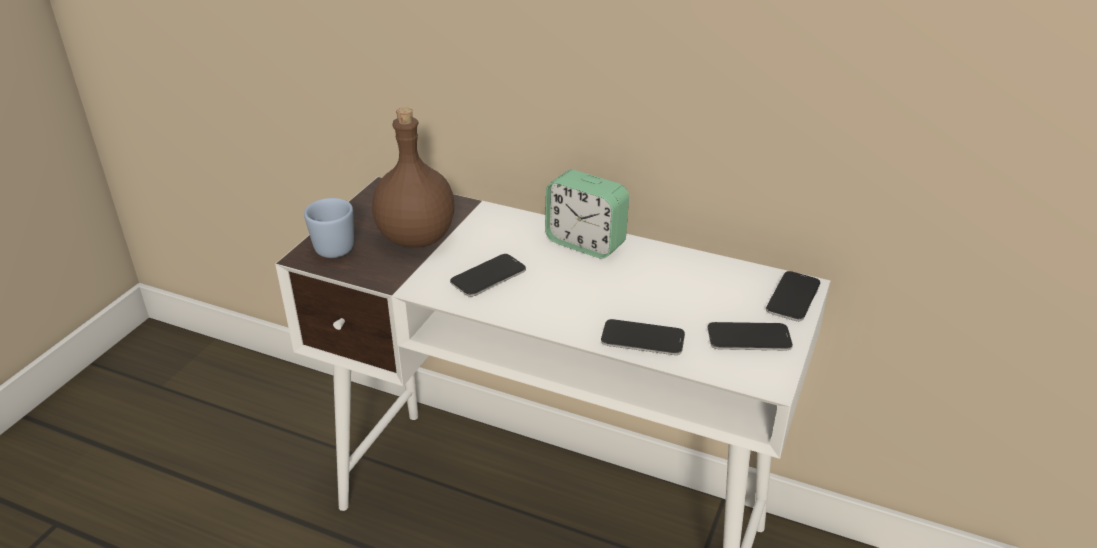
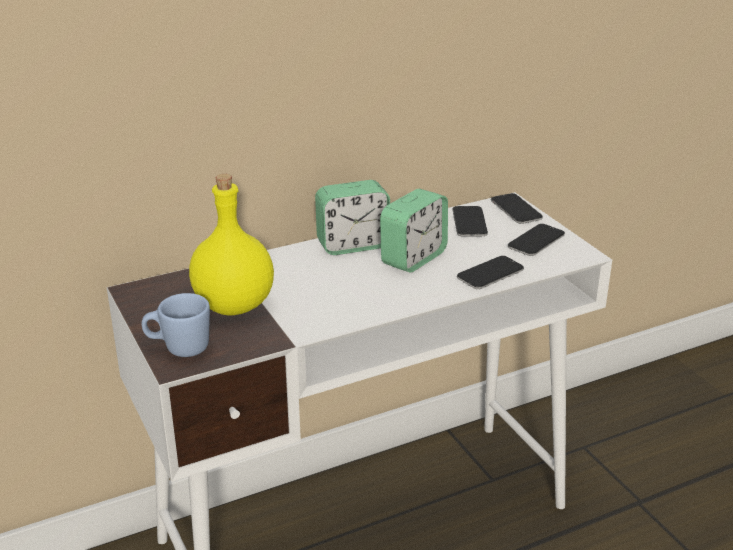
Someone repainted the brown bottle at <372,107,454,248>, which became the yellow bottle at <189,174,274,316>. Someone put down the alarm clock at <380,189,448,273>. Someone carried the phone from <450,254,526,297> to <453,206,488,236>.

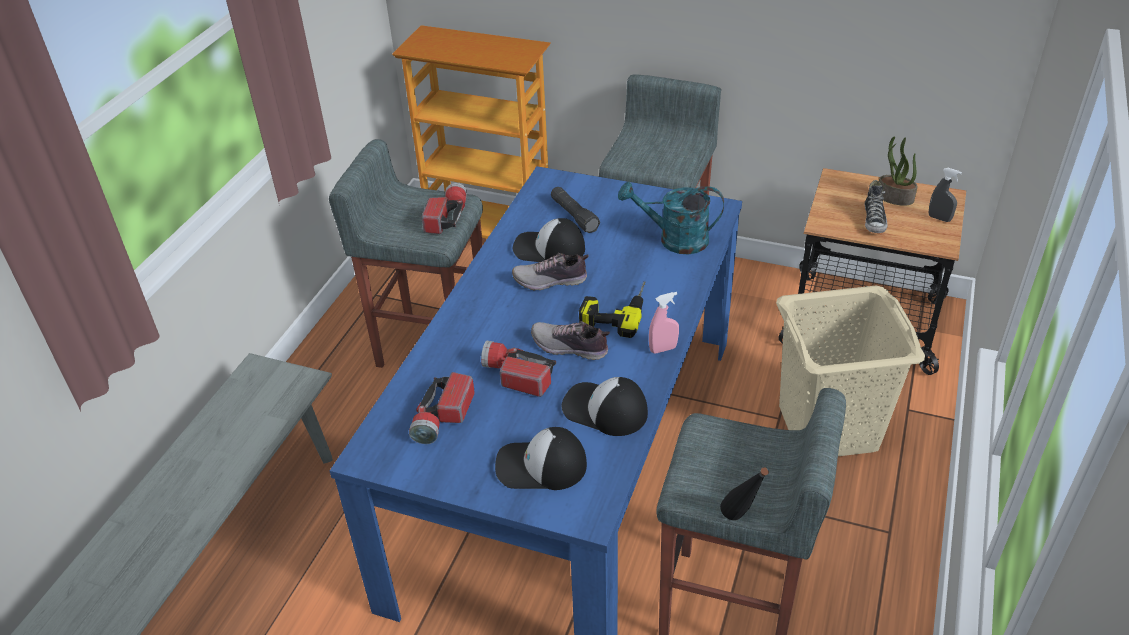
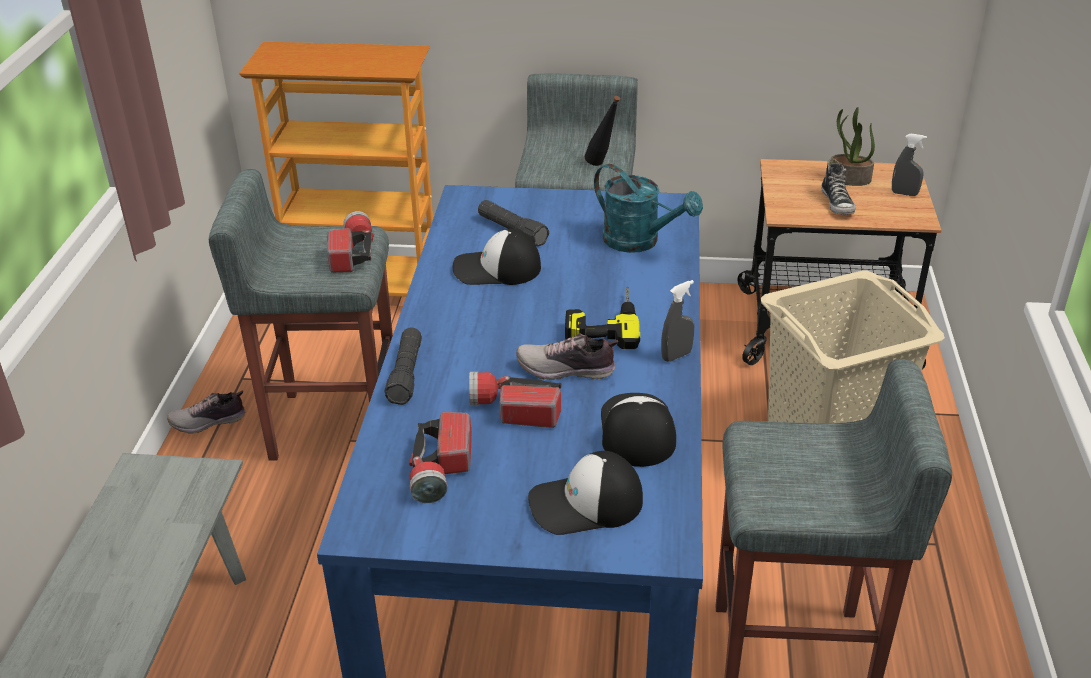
Someone carried the shoe from <512,253,589,291> to <167,391,245,434>. Someone put down the black flashlight at <385,327,422,405>. Someone carried the black bottle from <720,467,769,520> to <585,96,620,166>. Someone rotated the turquoise watering can at <618,182,724,254> by 135 degrees counterclockwise. Someone rotated the cap at <562,377,648,436> by 75 degrees clockwise. Someone repainted the pink spray bottle at <649,292,679,353>, which became the grey spray bottle at <661,280,694,362>.

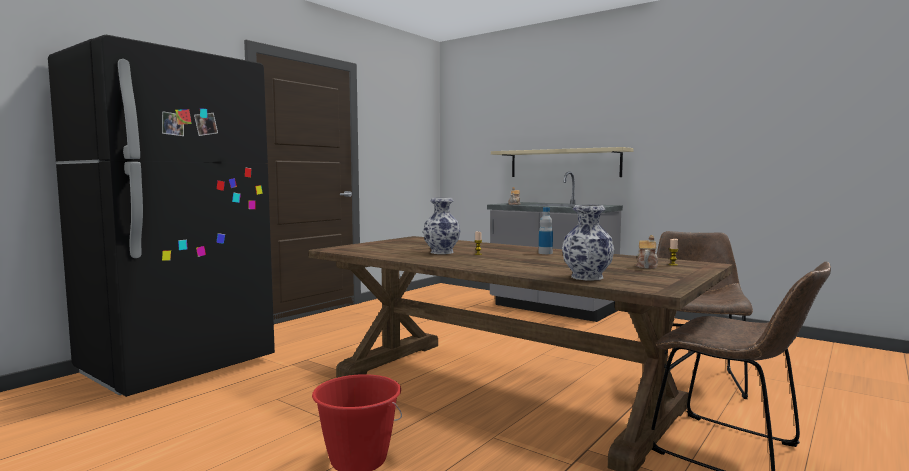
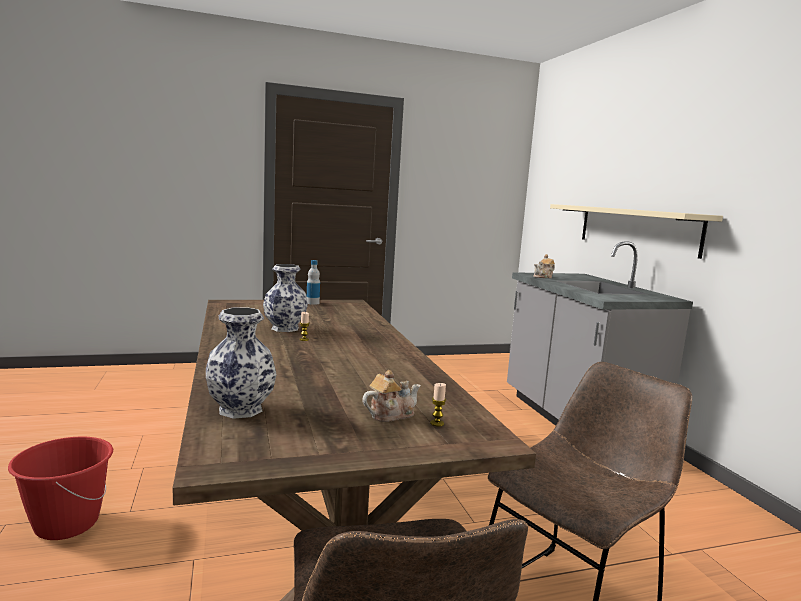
Someone carried the bottle from <539,207,553,254> to <307,260,320,305>. Someone took away the black fridge at <48,35,275,397>.

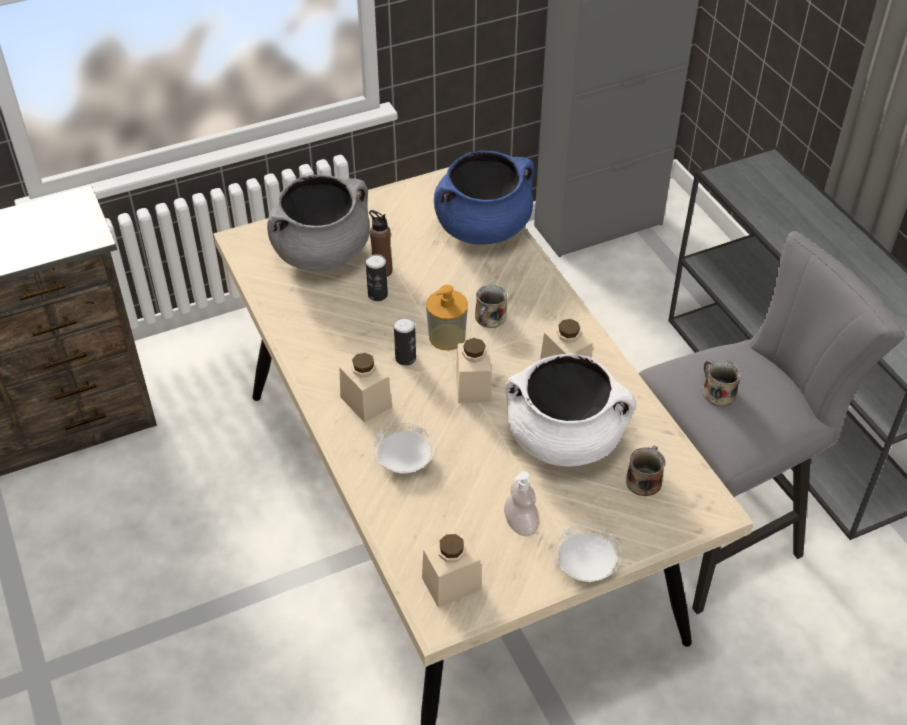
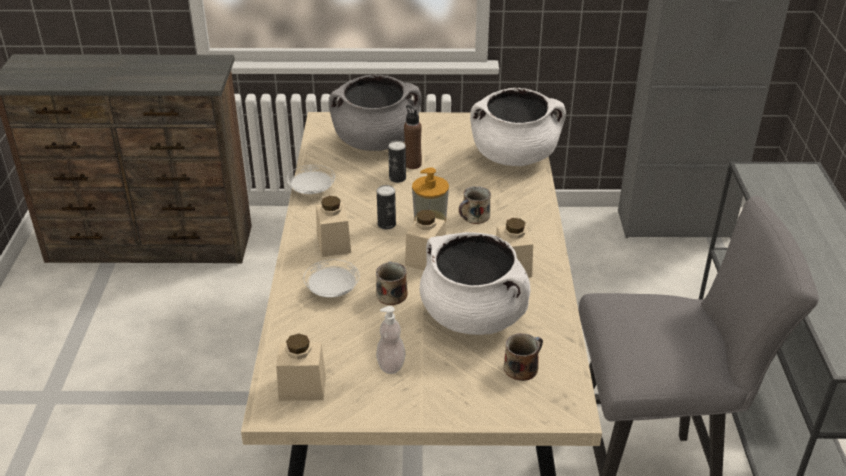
Someone carried the white plate from <553,524,622,582> to <287,165,335,194>. Someone carried the mug from <703,360,741,406> to <376,261,407,305>. Someone repainted the blue cooking pot at <434,150,535,245>, which became the white cooking pot at <470,88,566,166>.

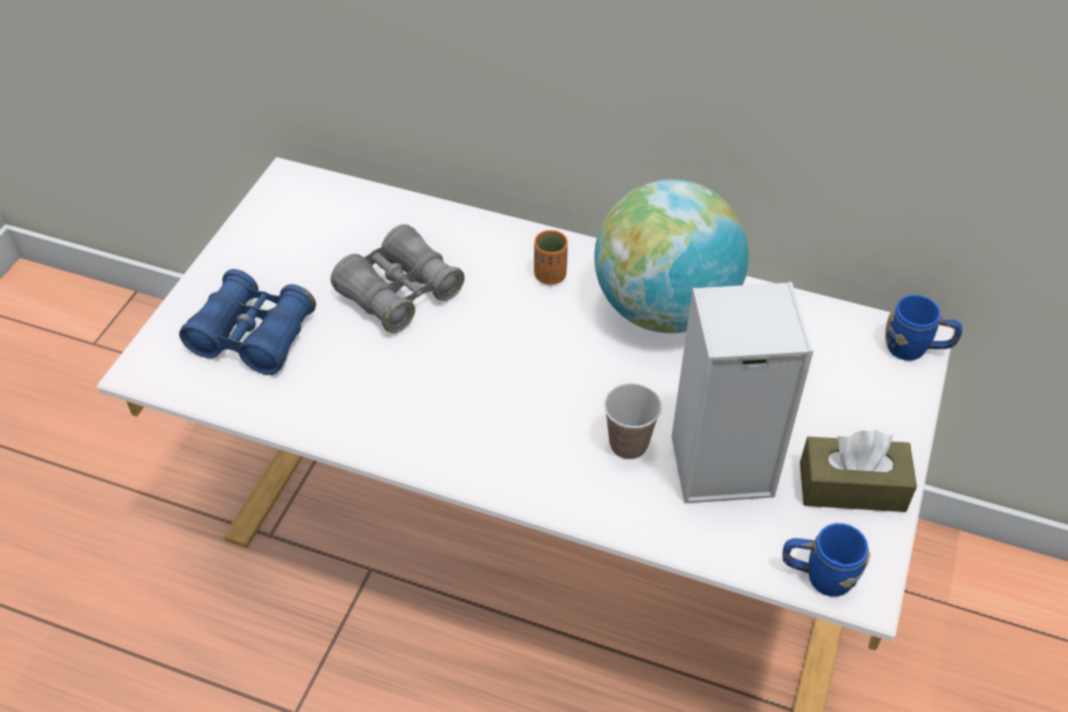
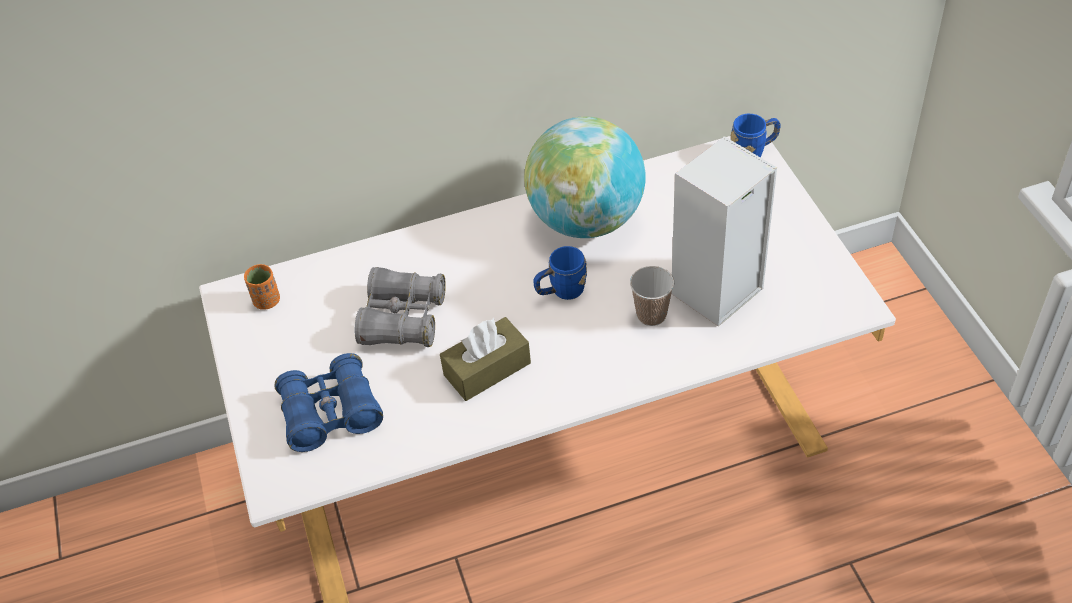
Someone carried the orange cup from <534,230,568,285> to <244,264,280,310>. Someone carried the brown tissue box from <800,430,917,512> to <440,317,531,401>. Someone carried the blue mug from <782,523,870,597> to <534,246,587,300>.

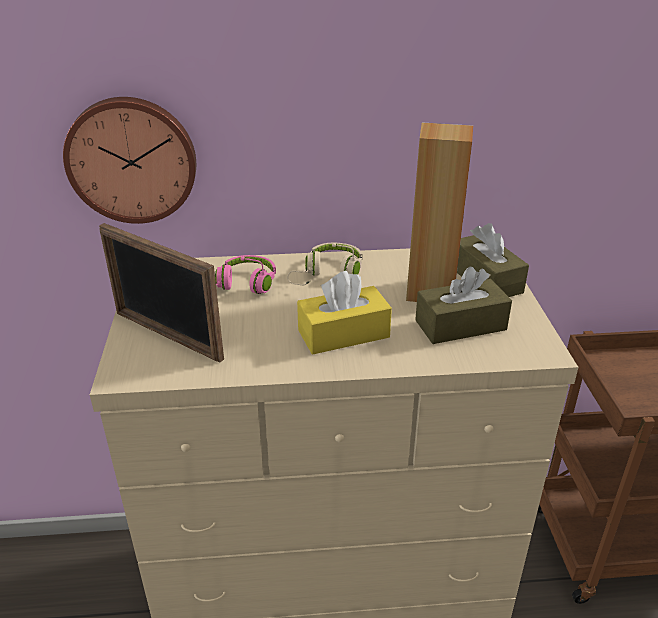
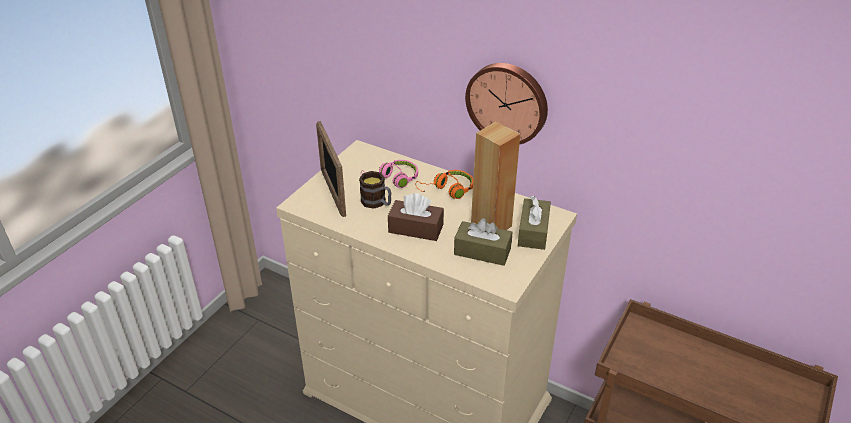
Someone put down the mug at <359,171,391,209>. Someone repainted the yellow tissue box at <297,271,392,355>, which became the brown tissue box at <388,193,444,241>. Someone repainted the beige headphones at <287,242,363,285>, which became the orange headphones at <415,170,473,199>. Someone carried the wall clock from <63,97,196,224> to <465,63,548,145>.

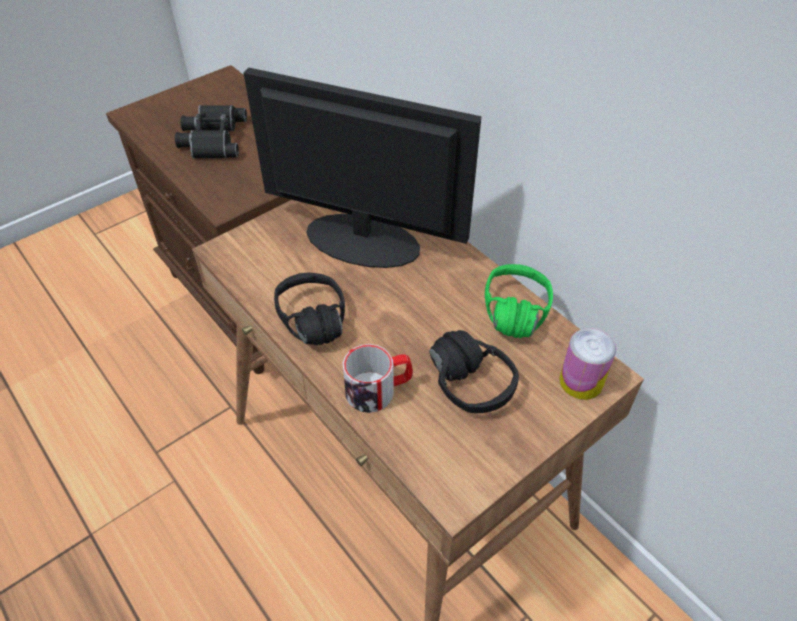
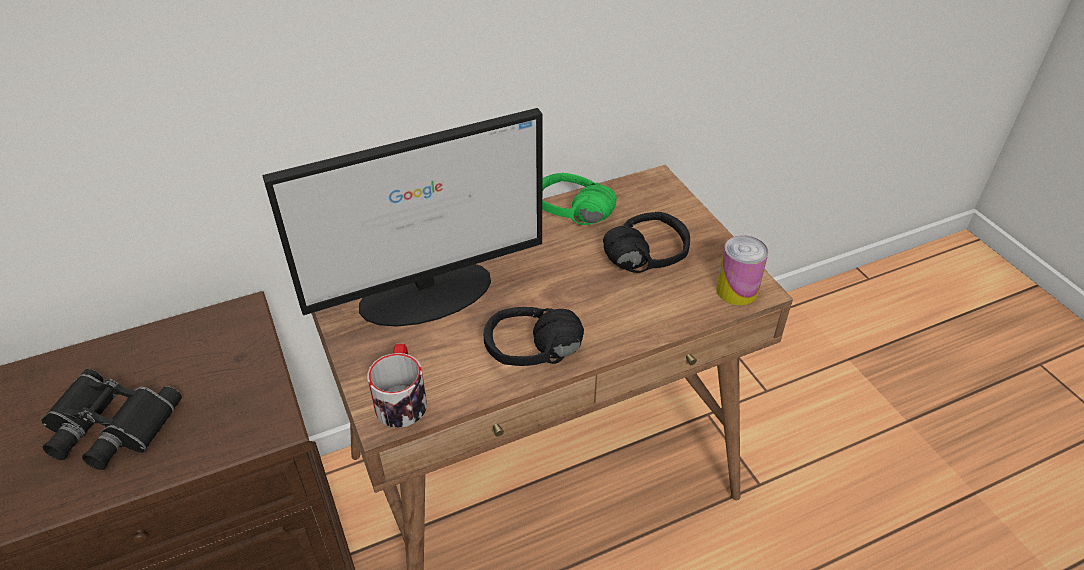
Someone rotated the monitor at <243,67,481,268> by 150 degrees counterclockwise. Someone carried the mug from <343,344,413,413> to <367,343,427,428>. Someone carried the can from <559,328,616,400> to <716,235,768,306>.

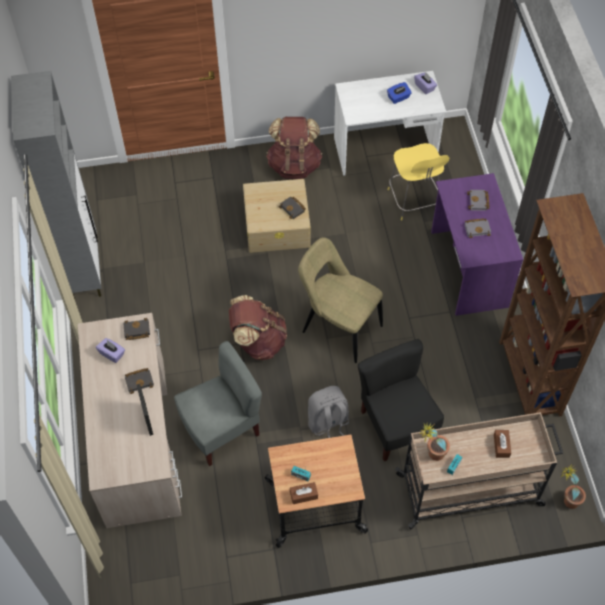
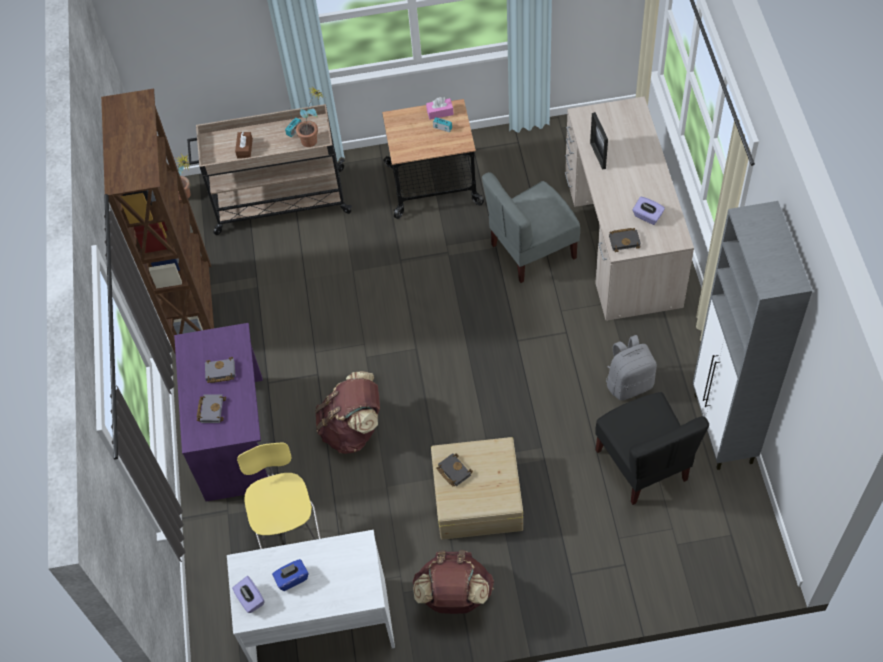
Someone carried the brown backpack from <229,295,287,360> to <315,371,380,454>. Someone repainted the brown tissue box at <290,482,318,504>, which became the pink tissue box at <426,97,454,120>. Someone carried the black chair from <358,339,444,461> to <595,392,709,505>. Someone carried the grey backpack from <308,386,349,438> to <606,335,657,400>. Someone took away the black book at <125,368,154,394>. Someone took away the beige chair at <298,237,383,363>.

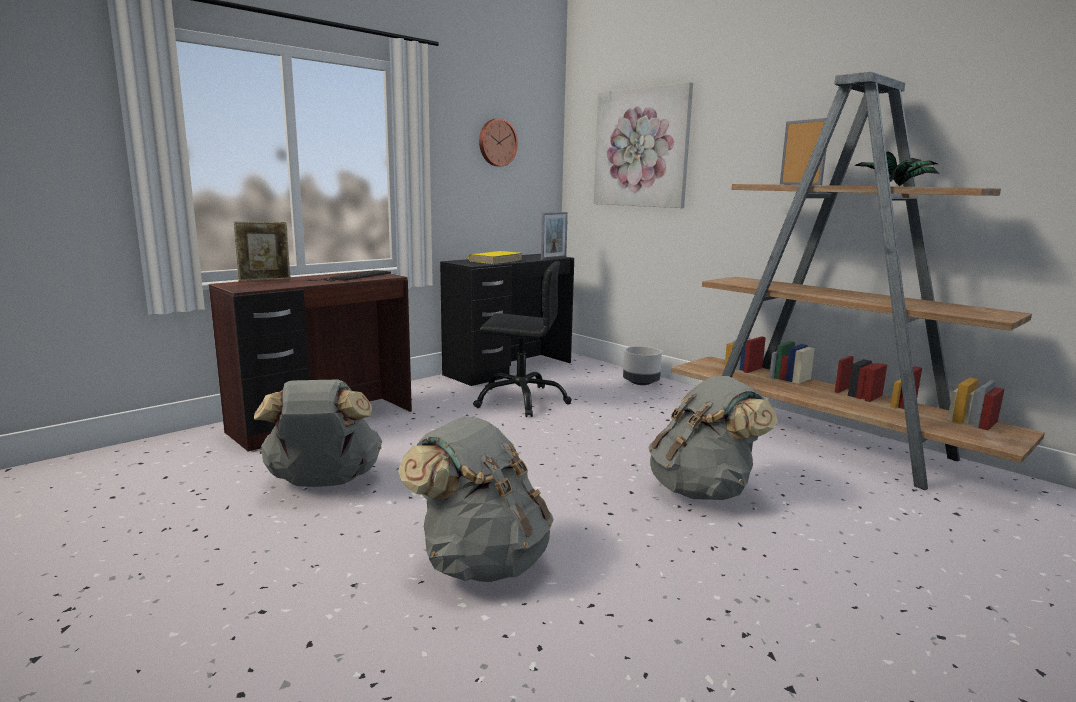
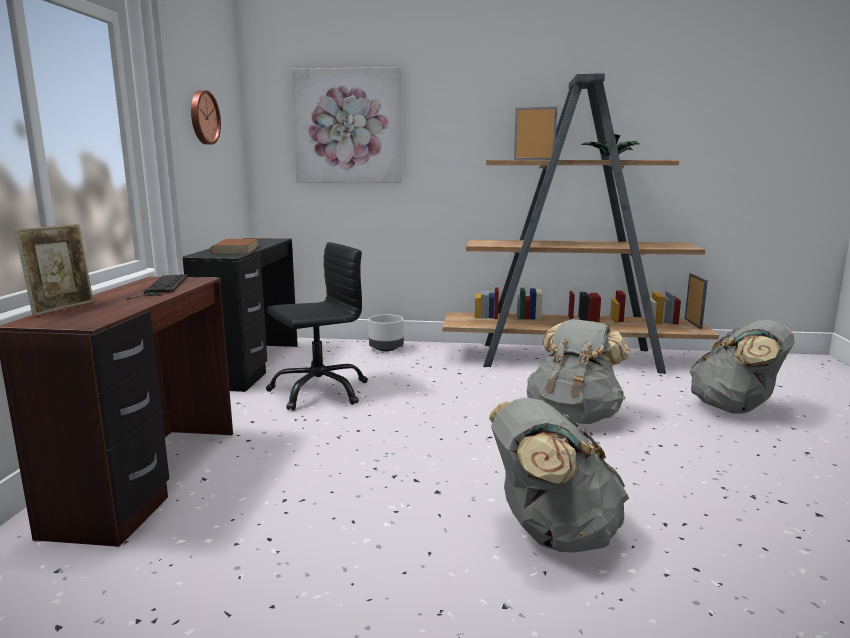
Someone repainted the yellow book at <468,251,522,264>, which became the brown book at <210,239,259,254>. Someone carried the picture frame from <541,212,568,260> to <685,273,708,329>. Someone carried the grey backpack from <254,380,382,487> to <690,320,795,414>.

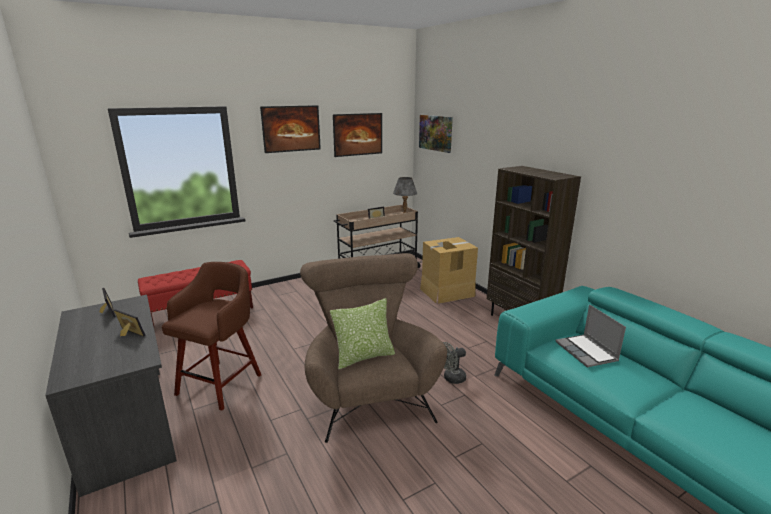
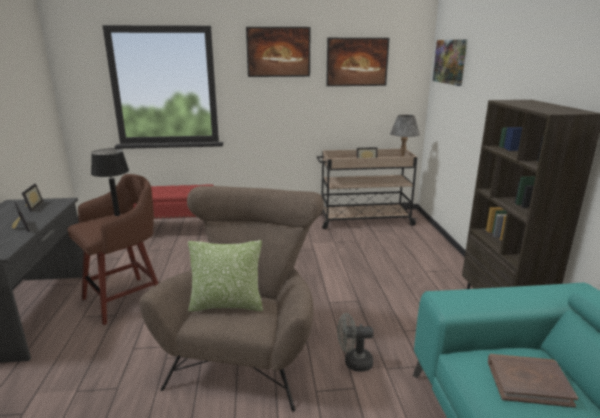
Someone put down the black table lamp at <91,148,129,216>. Someone swapped the laptop at <555,304,626,367> for the brown book at <488,354,578,408>. Someone took away the cardboard box at <420,237,478,304>.

